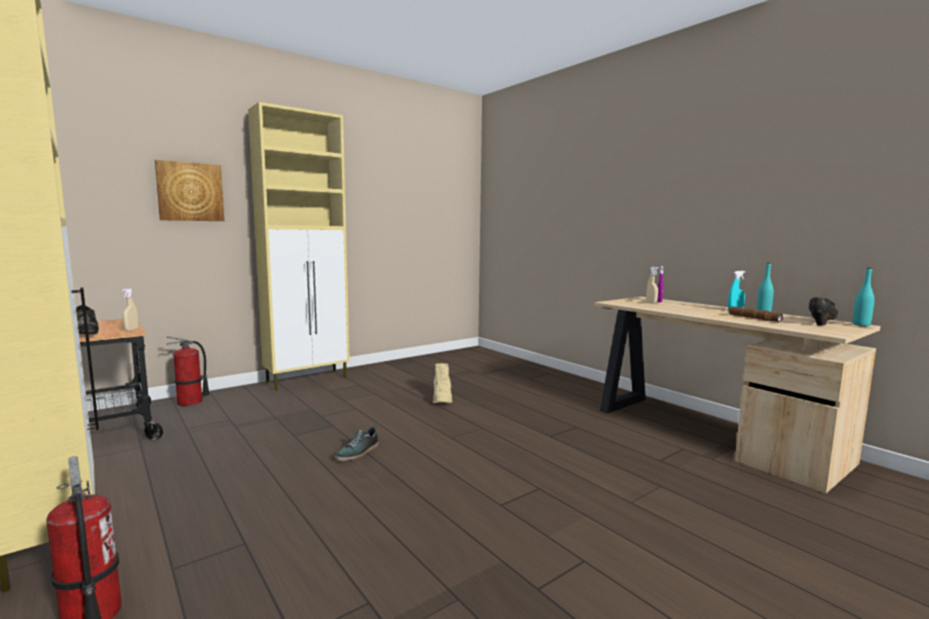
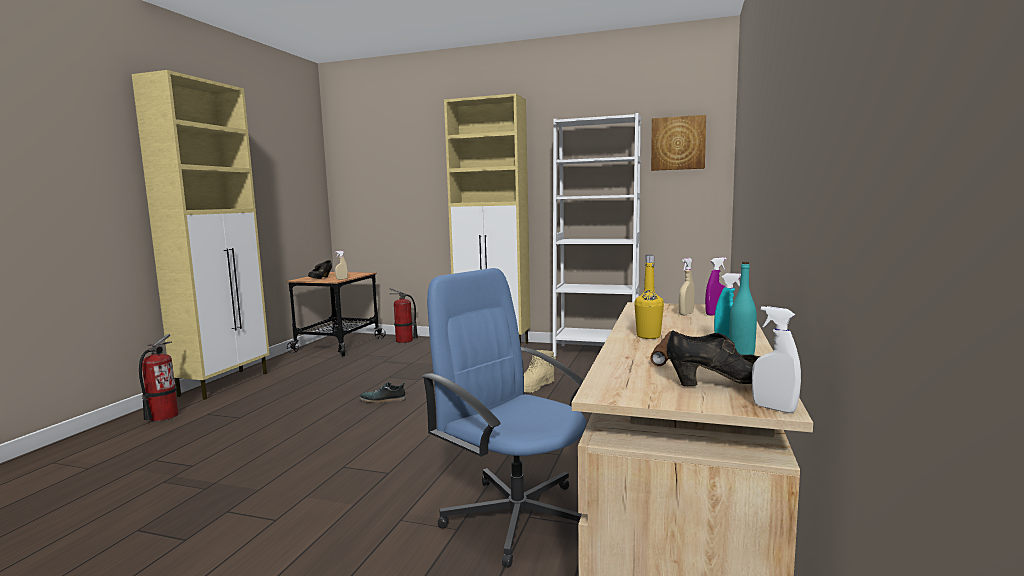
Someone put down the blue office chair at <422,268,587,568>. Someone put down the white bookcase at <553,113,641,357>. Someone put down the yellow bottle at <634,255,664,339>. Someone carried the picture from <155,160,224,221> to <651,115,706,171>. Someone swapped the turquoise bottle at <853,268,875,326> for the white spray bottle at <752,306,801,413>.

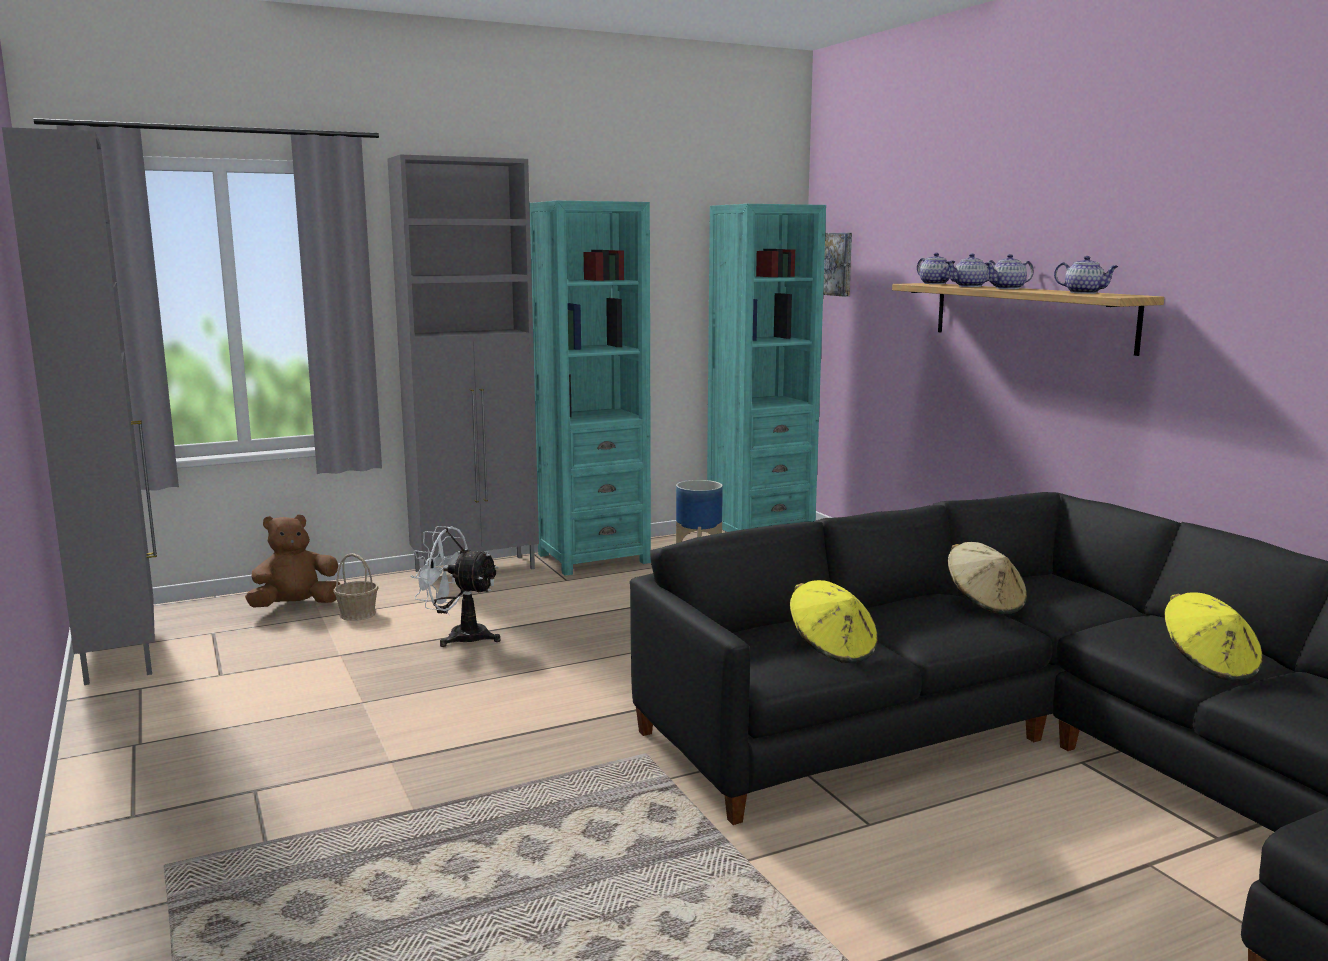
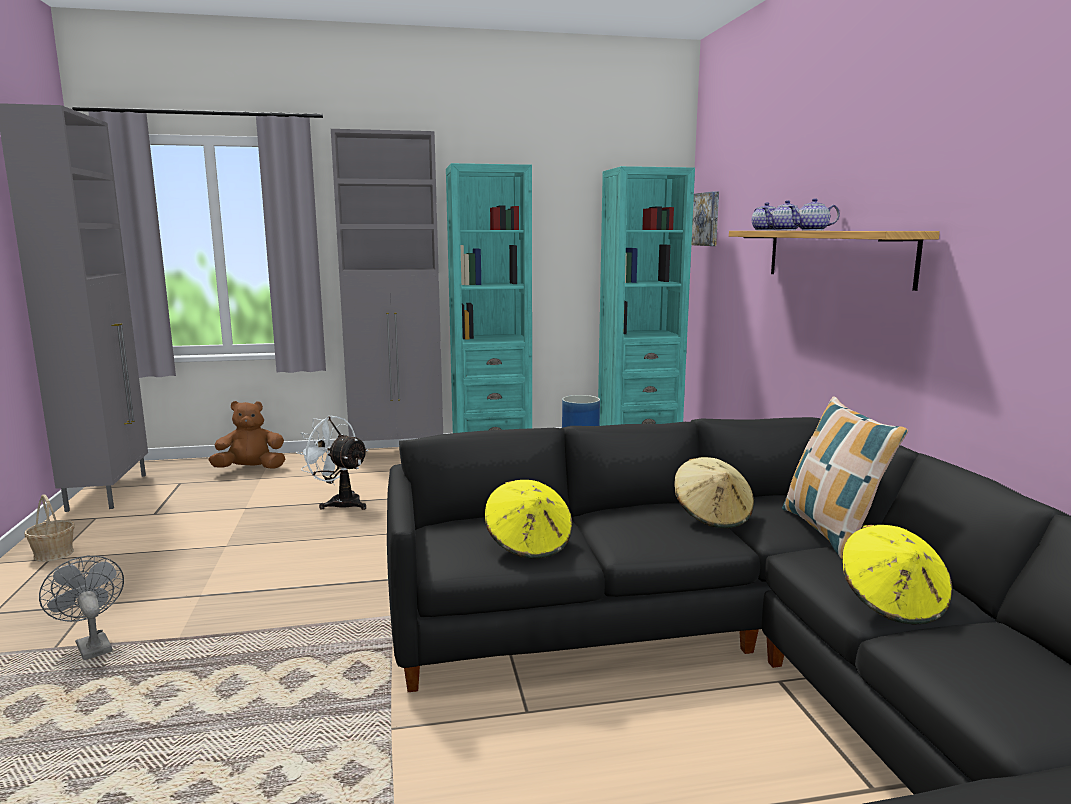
Someone carried the basket from <333,553,379,621> to <25,494,75,562>. Someone put down the grey fan at <39,556,124,660>. Someone put down the pillow at <782,396,908,559>. Someone took away the teapot at <1054,256,1119,294>.

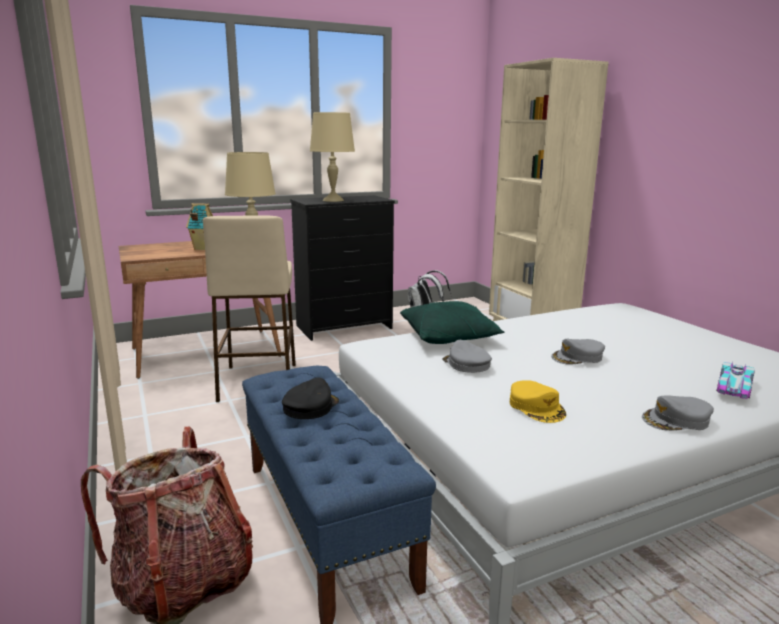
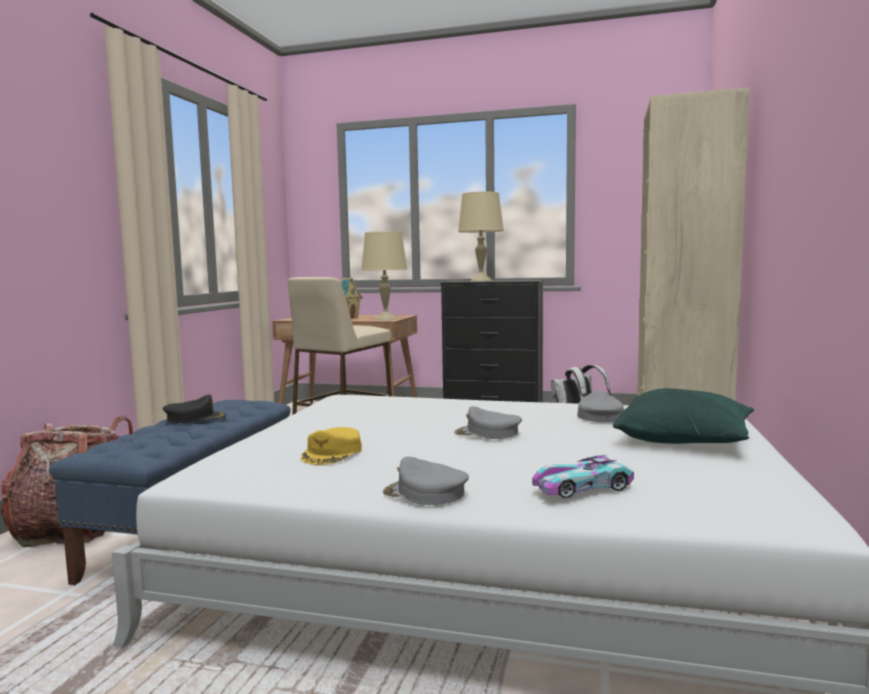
Someone carried the grey cap from <442,340,492,373> to <578,390,624,422>. Someone carried the green pillow from <400,301,504,344> to <613,388,754,444>.

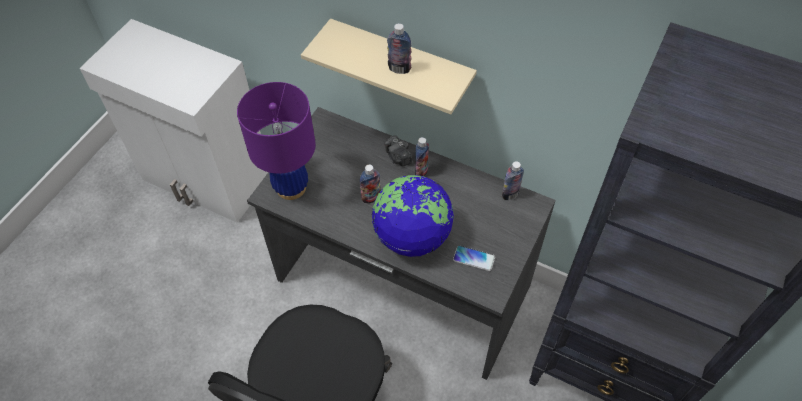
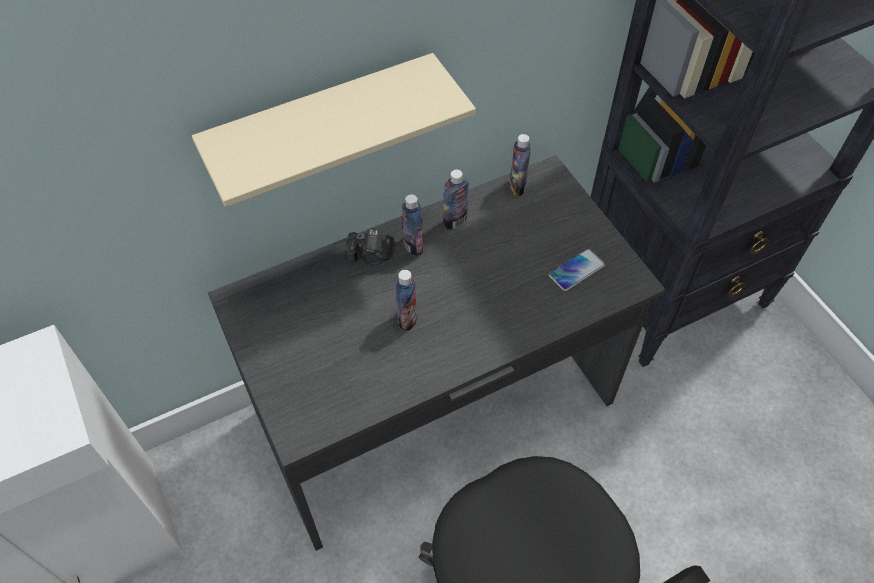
Someone carried the bottle from <387,23,412,74> to <443,170,469,230>. Someone took away the purple table lamp at <237,82,316,200>. Someone took away the globe at <372,175,454,257>.

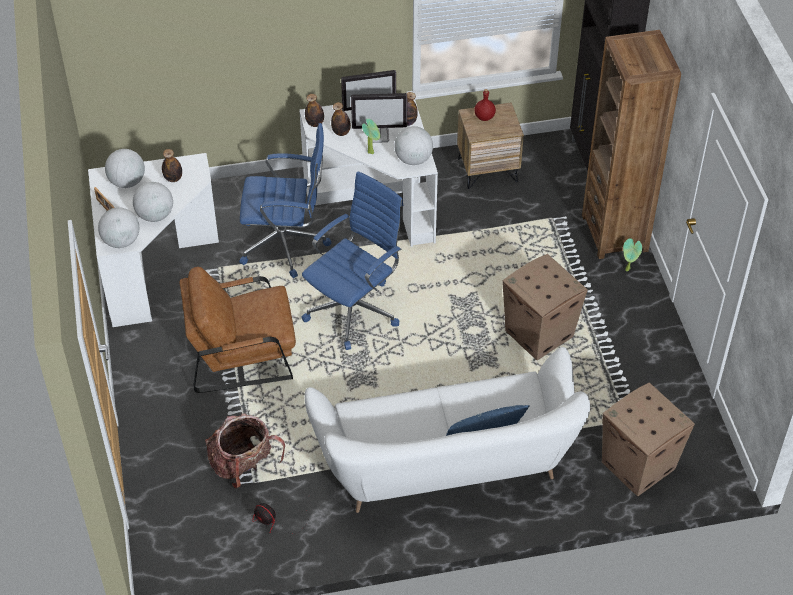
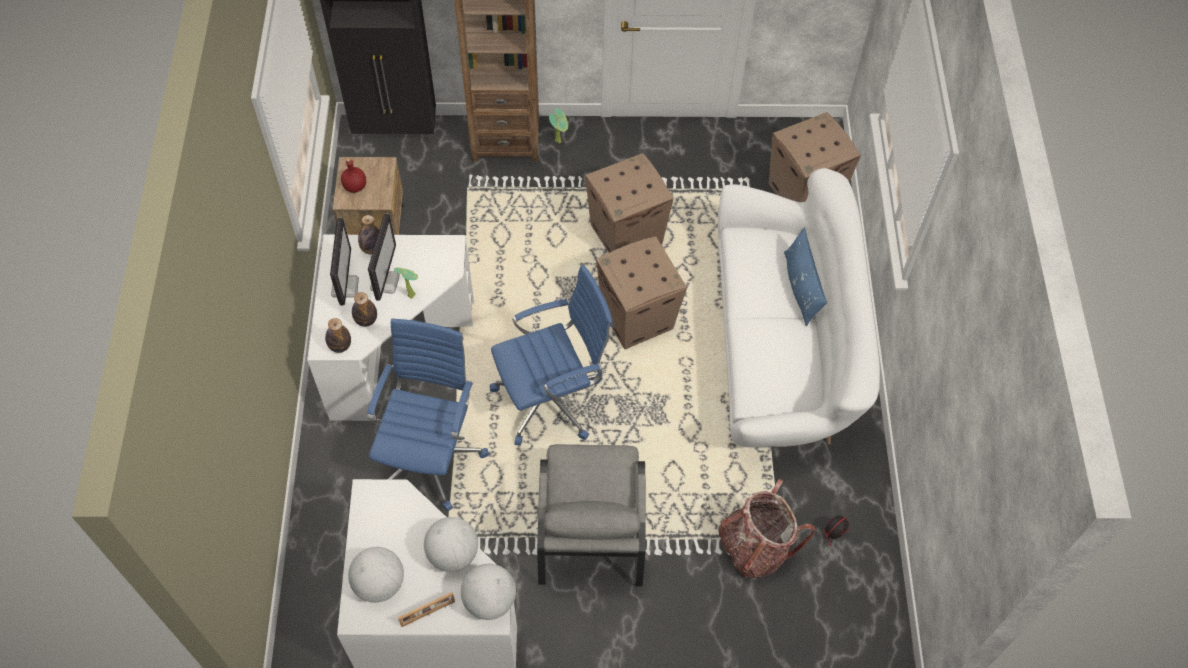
Someone rotated the blue office chair at <301,171,403,350> by 105 degrees clockwise. Someone repainted the brown armchair at <179,266,296,393>, which became the grey armchair at <537,444,646,587>. Someone put down the cardboard box at <596,236,687,349>. Someone took away the bottle at <162,149,182,182>. Someone took away the globe at <394,126,433,165>.

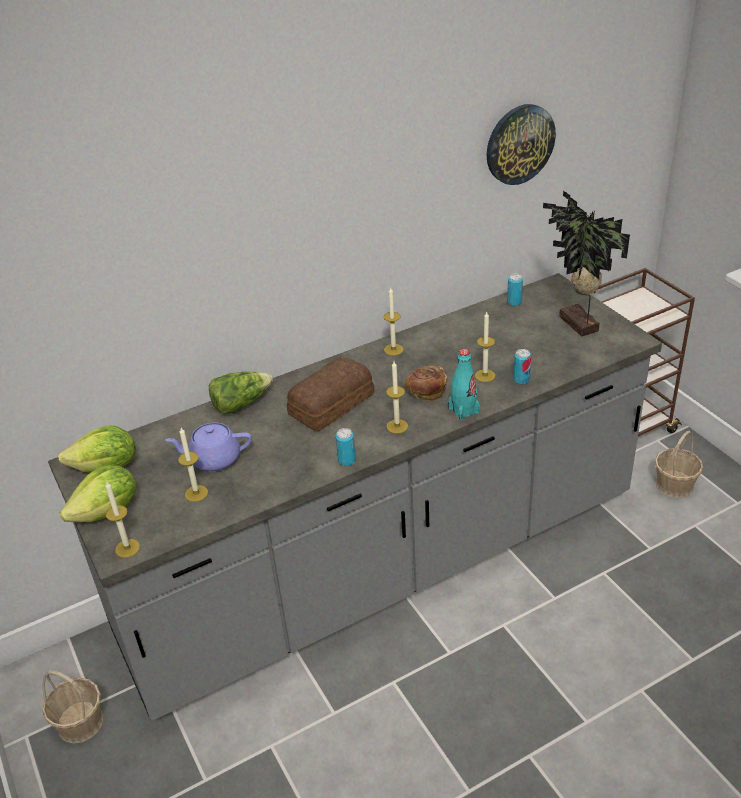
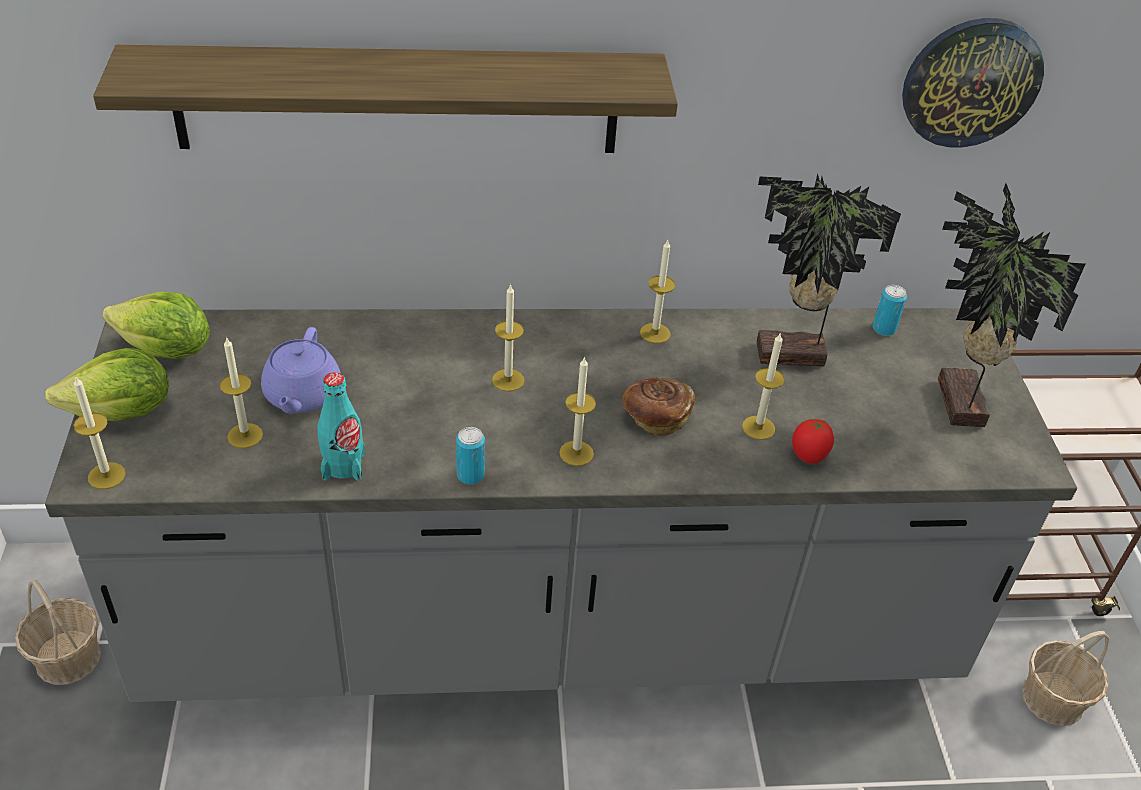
Someone put up the shelf at <93,45,678,153>. Someone rotated the purple teapot at <165,422,252,471> by 105 degrees counterclockwise. Someone carried the turquoise bottle from <448,349,480,420> to <317,372,365,481>. Someone swapped the bread at <287,357,374,431> for the candle at <492,284,524,392>. Someone put down the potted plant at <757,173,901,366>. Someone swapped the can at <514,349,531,384> for the tomato at <792,419,834,464>. Someone took away the lettuce at <209,371,273,414>.

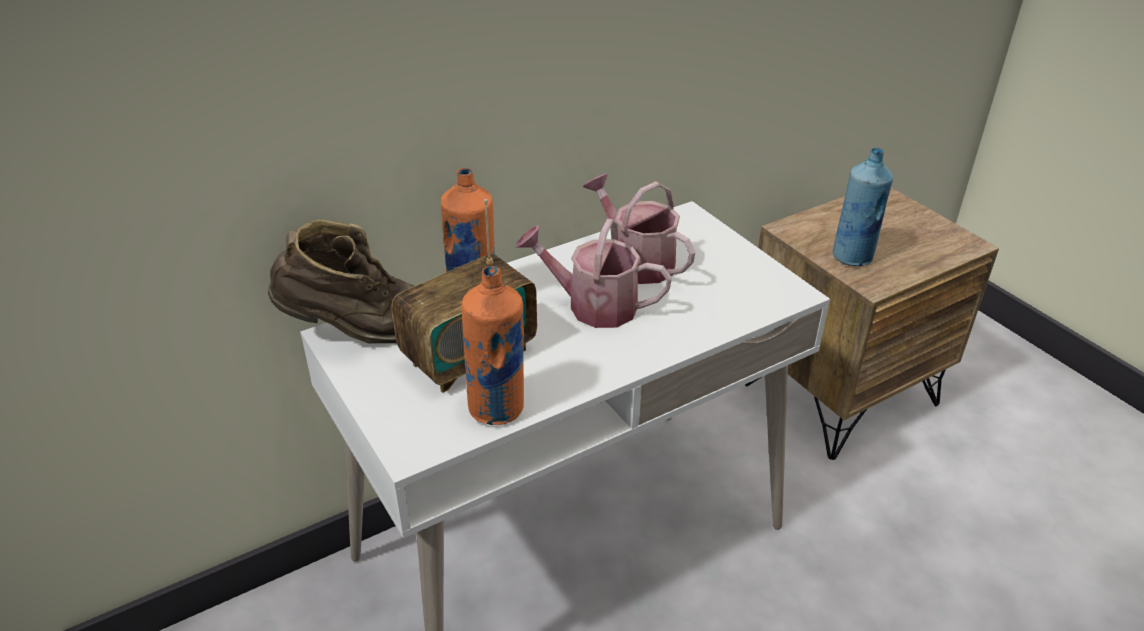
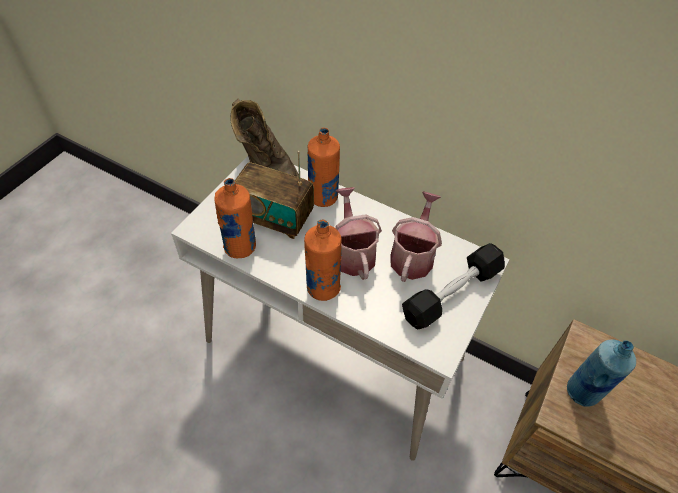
Someone put down the orange bottle at <304,219,342,301>. Someone put down the black dumbbell at <402,243,505,329>.

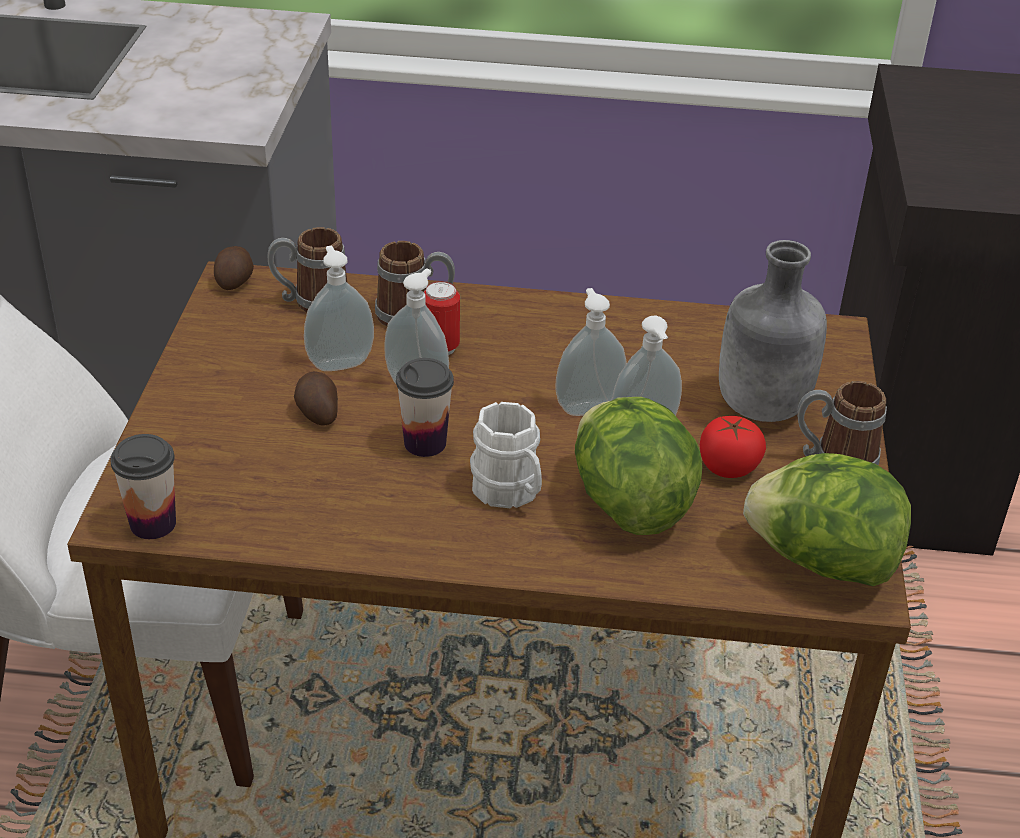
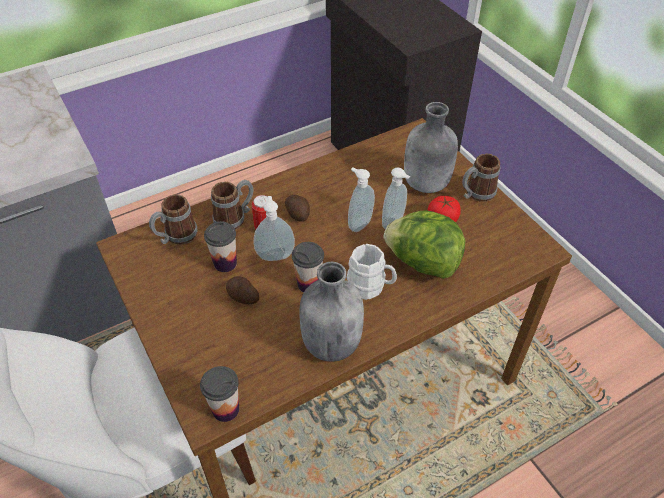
Someone swapped the soap dispenser at <304,245,374,371> for the cup at <204,221,237,272>. Someone carried the potato from <214,246,254,290> to <285,195,310,222>. Someone put down the grey bottle at <299,262,364,362>. Someone took away the lettuce at <743,453,911,586>.

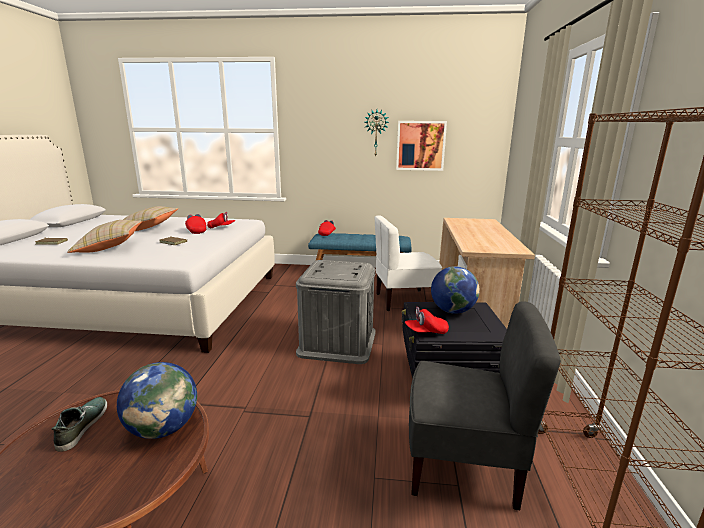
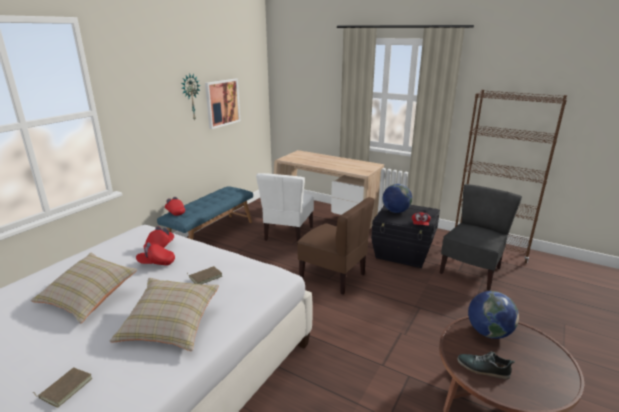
Someone swapped the grey storage box at <296,260,376,364> for the brown chair at <297,197,374,295>.

